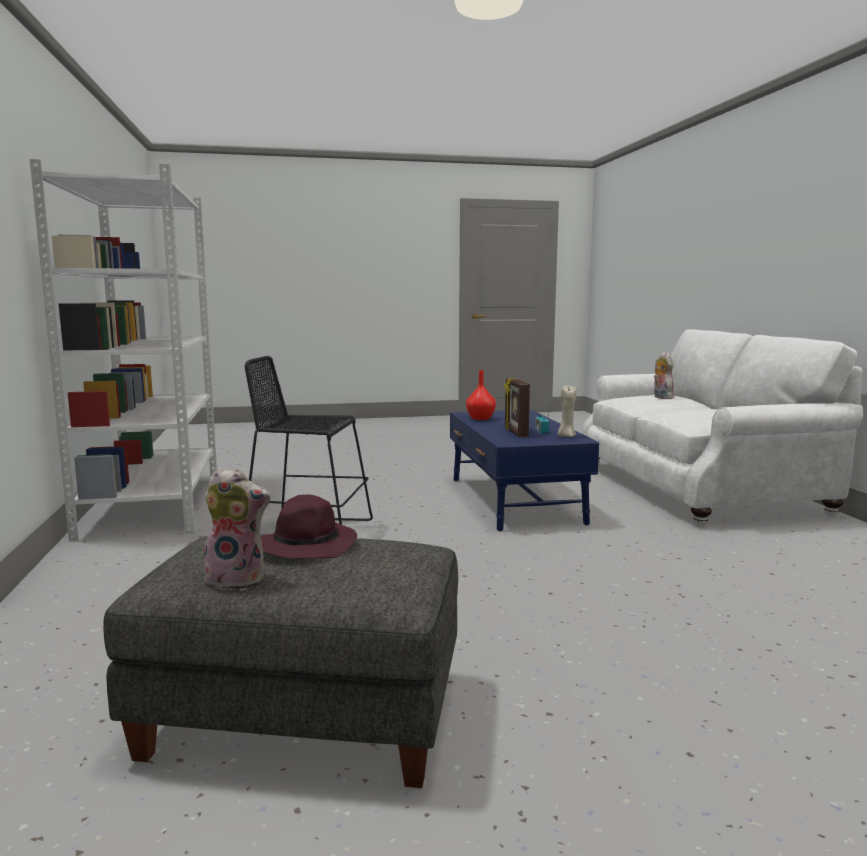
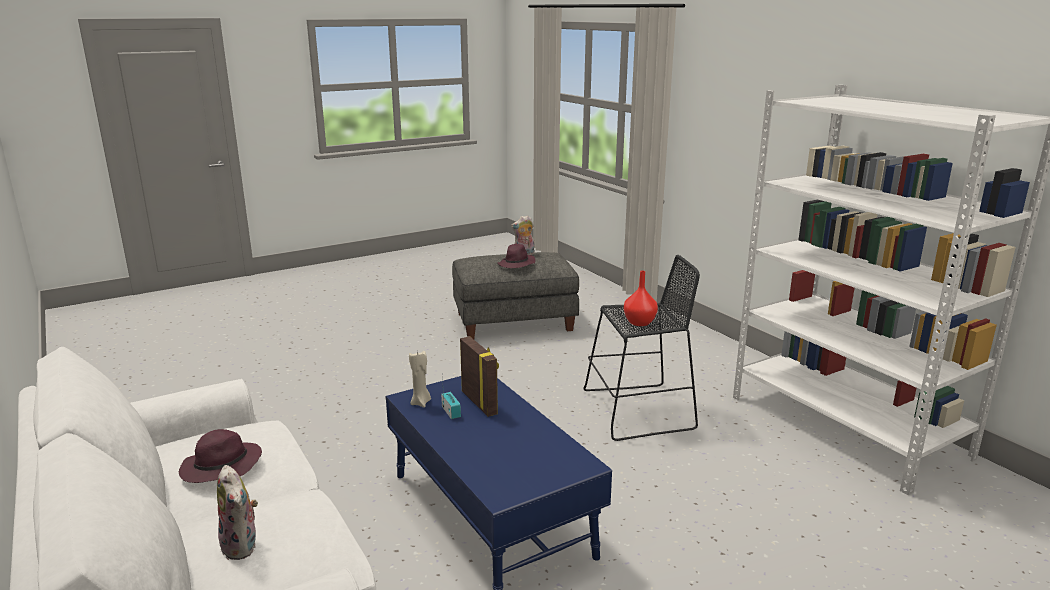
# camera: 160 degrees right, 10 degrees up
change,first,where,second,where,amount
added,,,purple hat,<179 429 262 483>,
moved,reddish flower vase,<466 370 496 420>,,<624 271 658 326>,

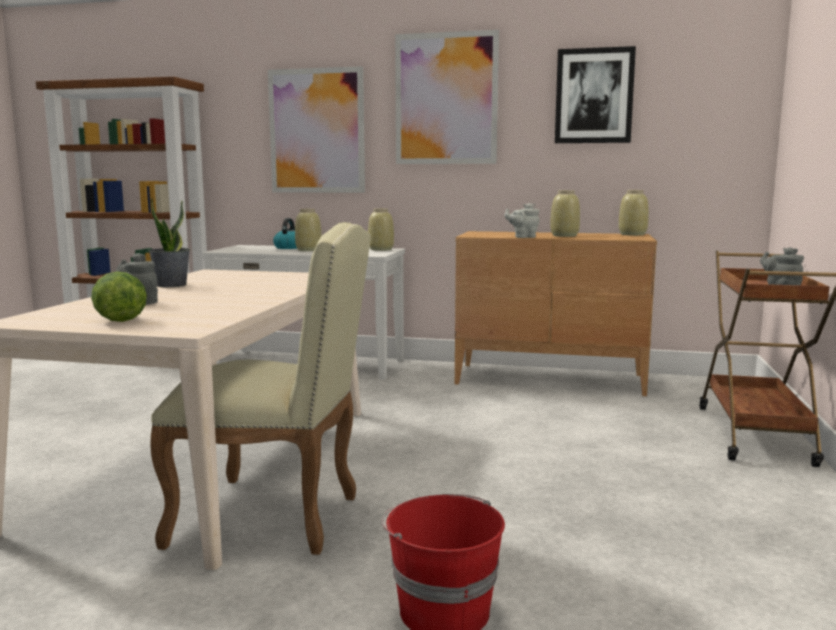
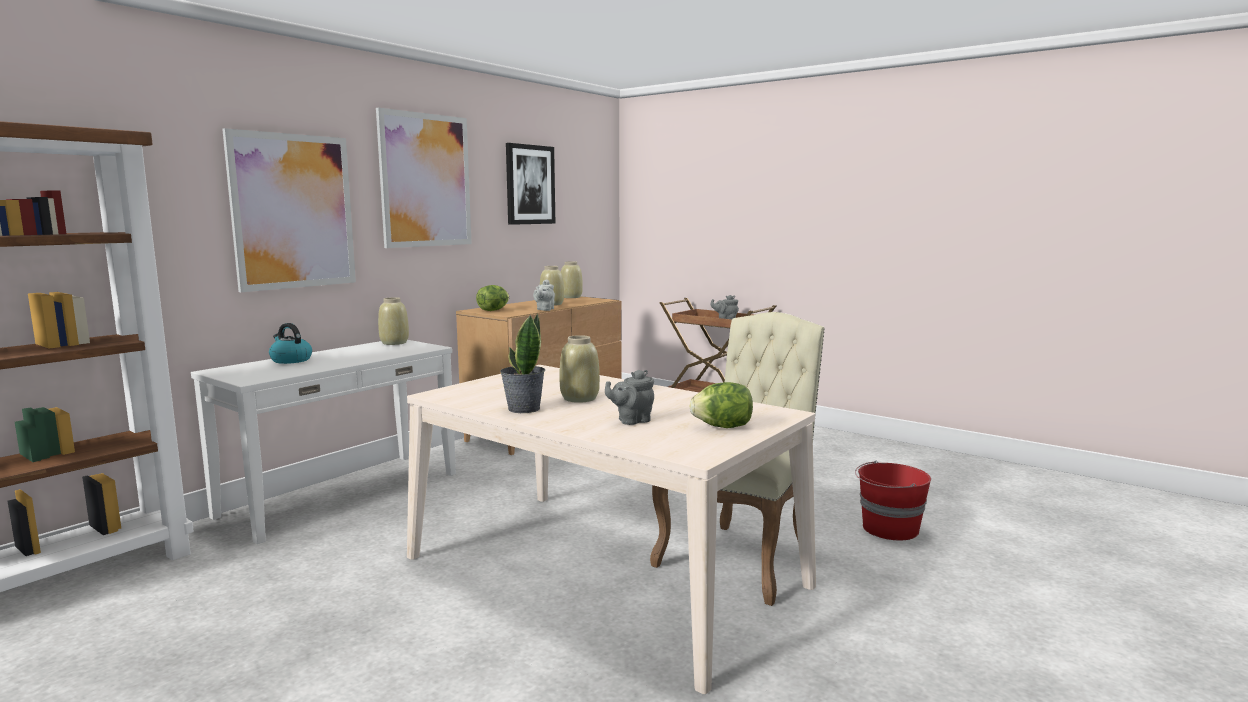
# camera: 65 degrees left, 0 degrees up
change,first,where,second,where,amount
added,,,lettuce,<476 285 509 311>,
moved,sand-coloured flower vase,<295 209 322 251>,,<559 335 600 403>,

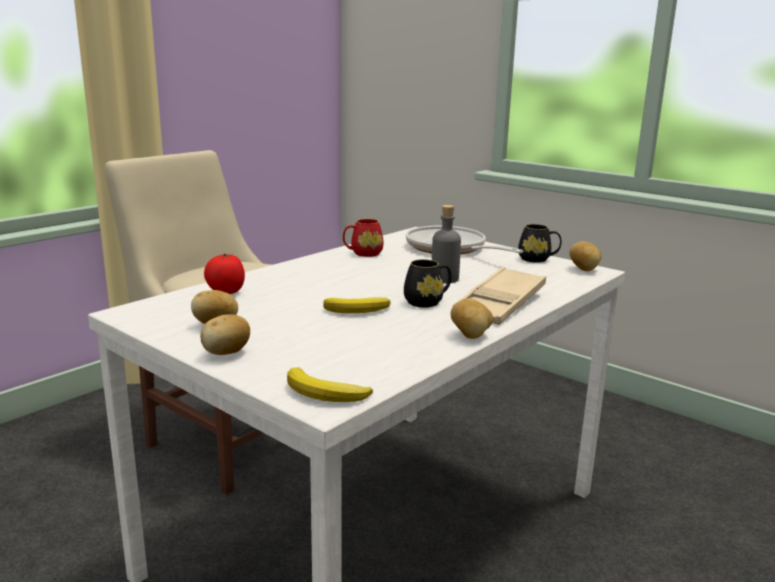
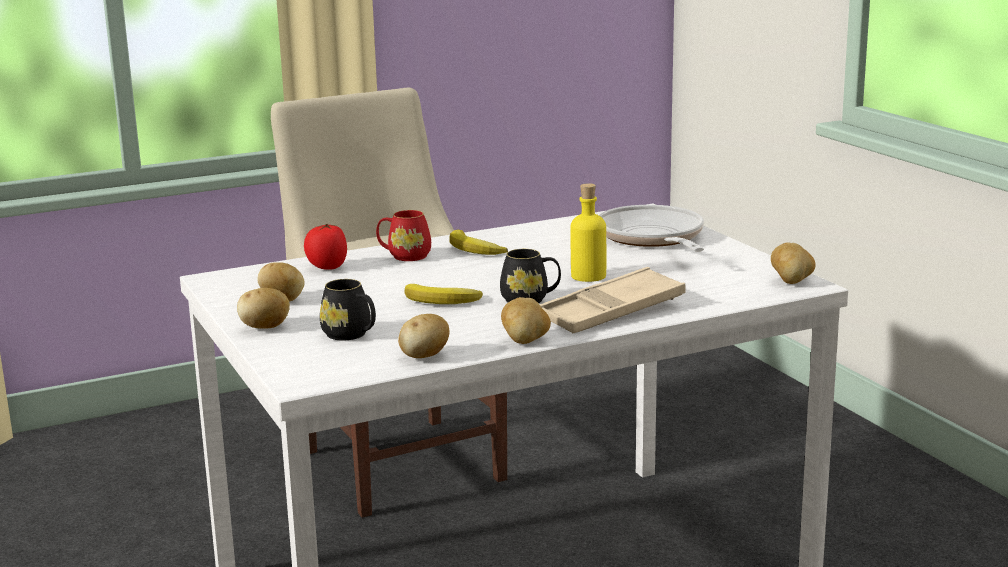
# camera: 25 degrees right, 0 degrees up
change,first,where,second,where,amount
moved,black mug,<518 224 561 263>,,<320 279 376 341>,
moved,reddish mug,<343 219 383 257>,,<376 210 431 261>,
added,,,spud,<398 314 450 358>,
moved,whole banana,<287 367 373 402>,,<449 230 508 255>,
recoloured,gray bottle,<432 205 461 283>,yellow-coloured bottle,<570 183 606 282>,

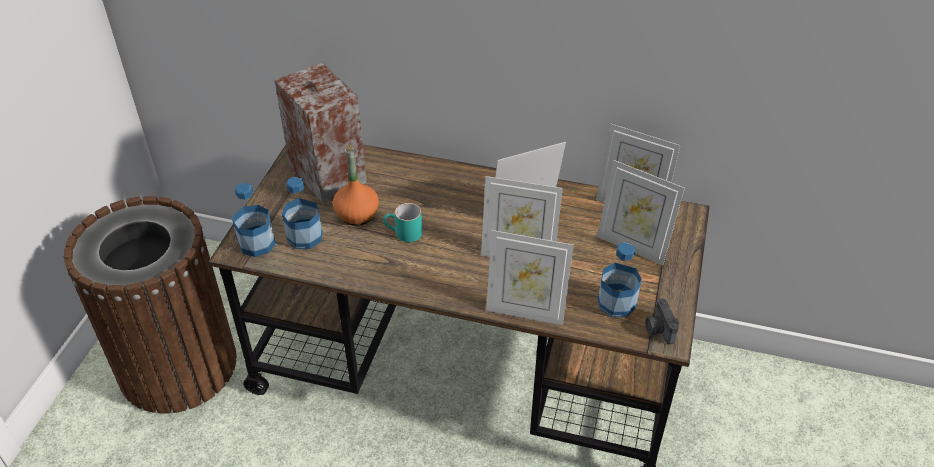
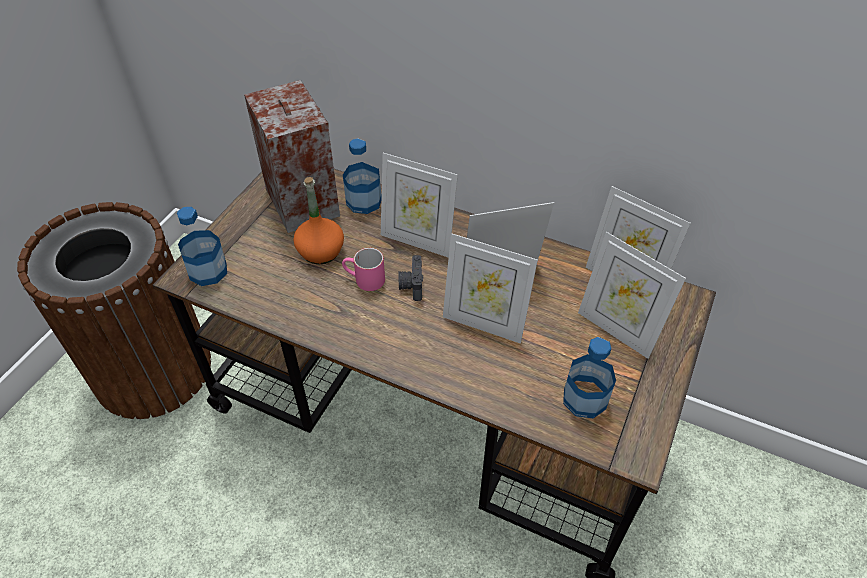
# camera: 10 degrees right, 5 degrees up
change,first,where,second,where,amount
recoloured,turquoise-coloured mug,<383 203 422 242>,pink-coloured mug,<342 248 385 291>,
moved,bottle,<282 177 323 249>,,<343 138 382 214>,
moved,photo frame,<486 230 574 325>,,<381 153 458 258>,
moved,photo camera,<645 298 679 344>,,<399 255 423 301>,

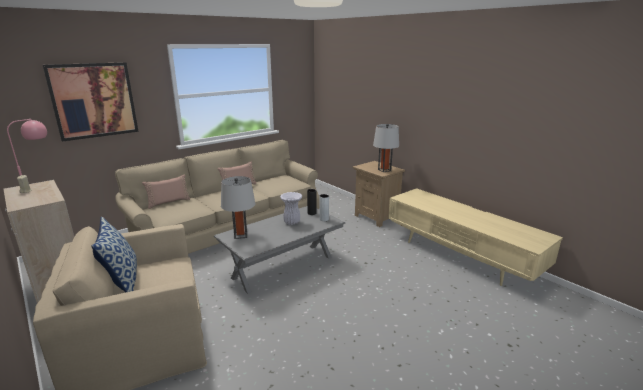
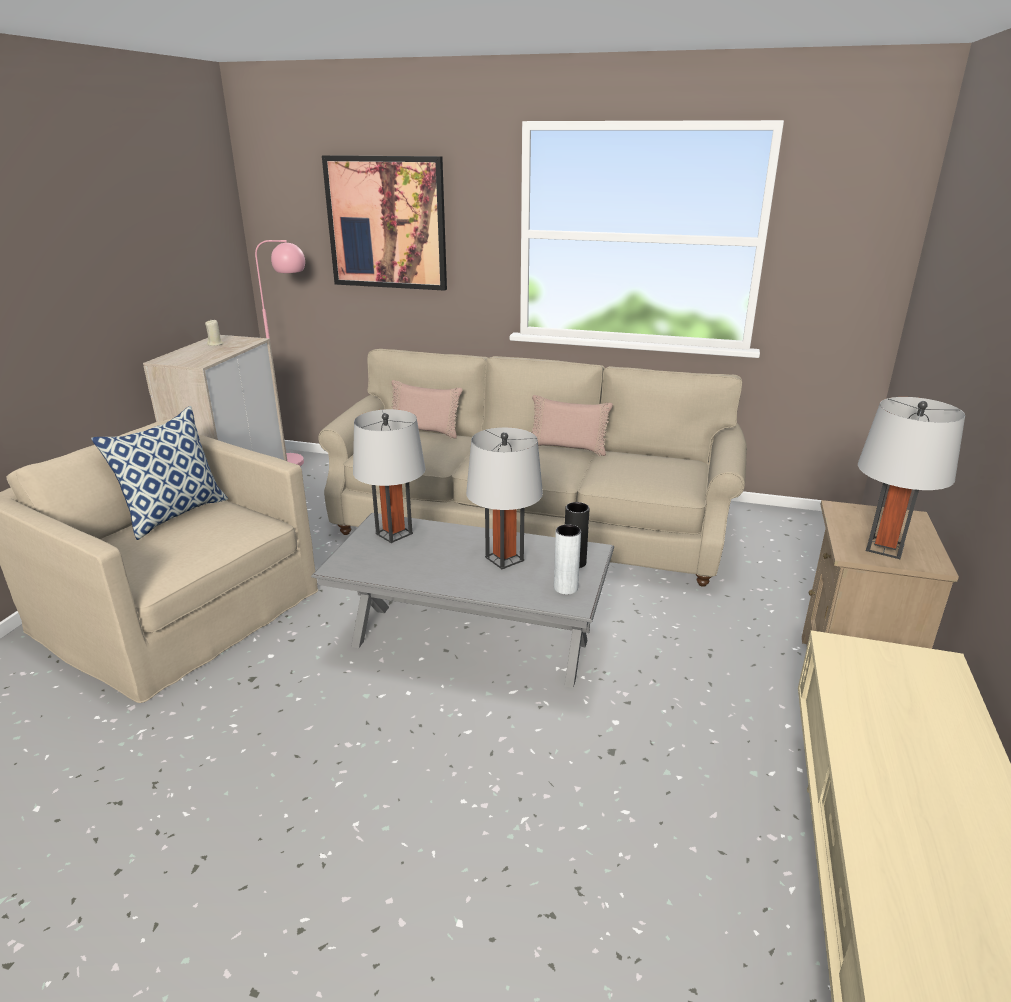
# camera: 55 degrees right, 5 degrees up
change,first,where,second,where,amount
replaced,whitish flower vase,<280 192 302 225>,gray lamp for a table,<466 427 543 569>,

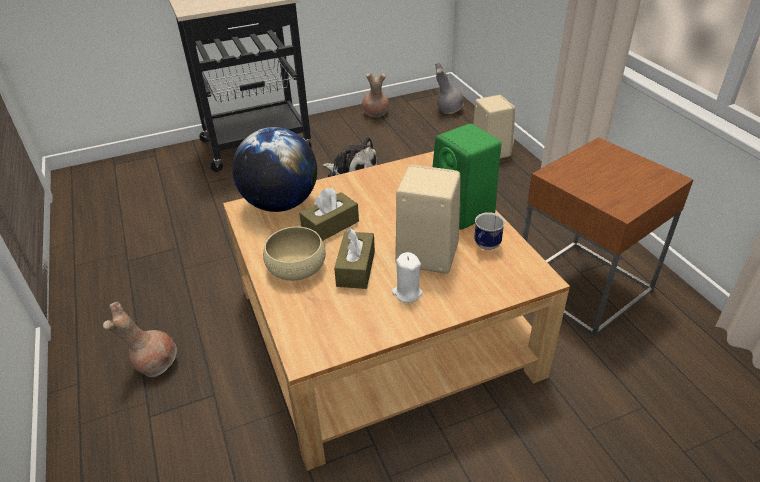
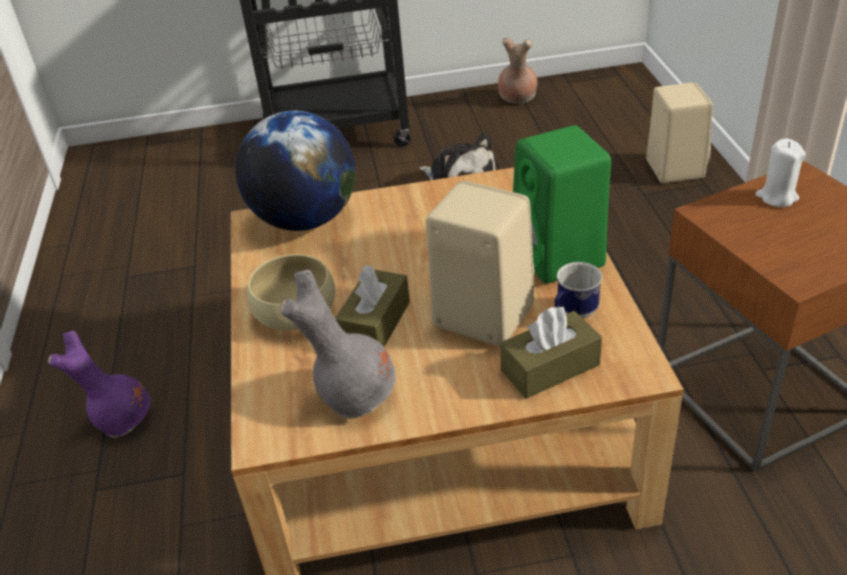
# camera: 15 degrees right, 0 degrees up
change,first,where,second,where,amount
recoloured,brown flower vase,<103 302 177 377>,purple flower vase,<48 331 151 438>,
moved,gray flower vase,<435 63 464 114>,,<280 270 396 419>,
moved,brown box of tissues,<299 188 359 241>,,<500 307 602 399>,
moved,whitish wax light,<392 252 423 303>,,<755 139 806 207>,

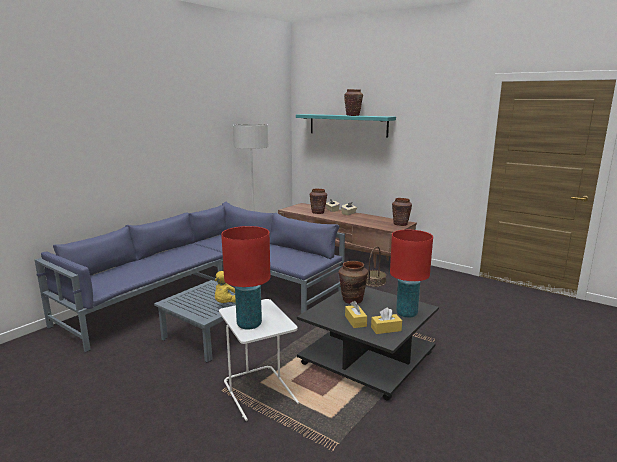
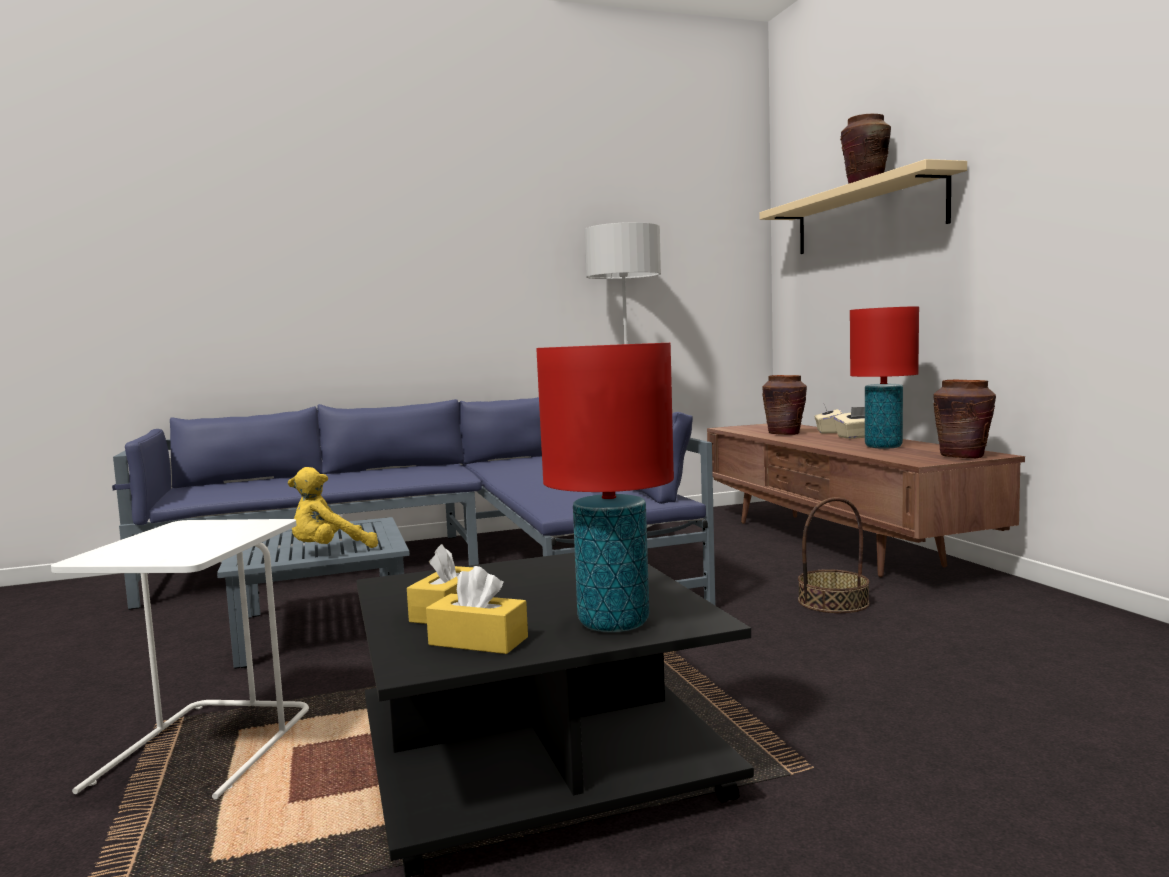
# camera: 35 degrees right, 10 degrees down
change,first,where,second,where,amount
recoloured,turquoise-coloured shelf,<296 114 396 138>,sand-coloured shelf,<759 159 967 254>,
moved,reddish lamp for a table,<221 226 270 330>,,<850 306 919 449>,
removed,brown flower vase,<339 261 368 304>,,,

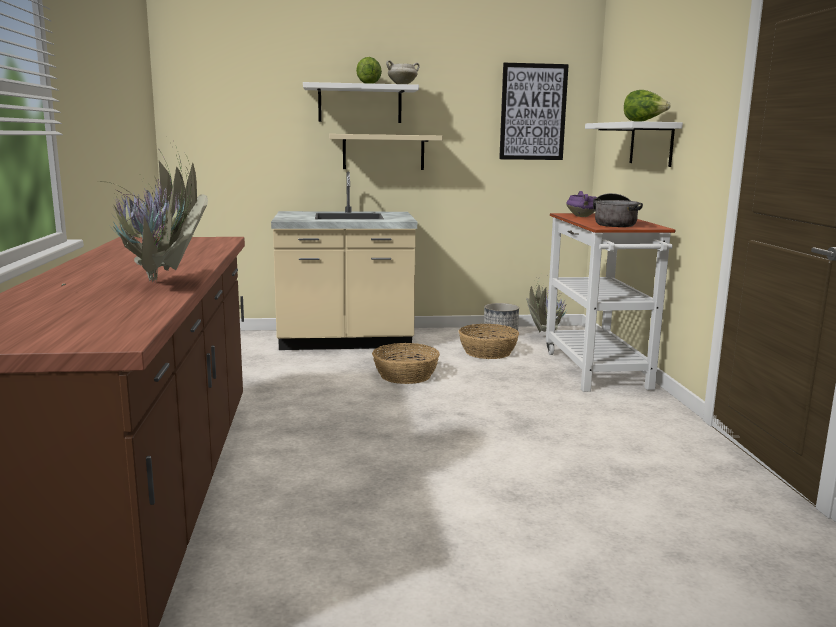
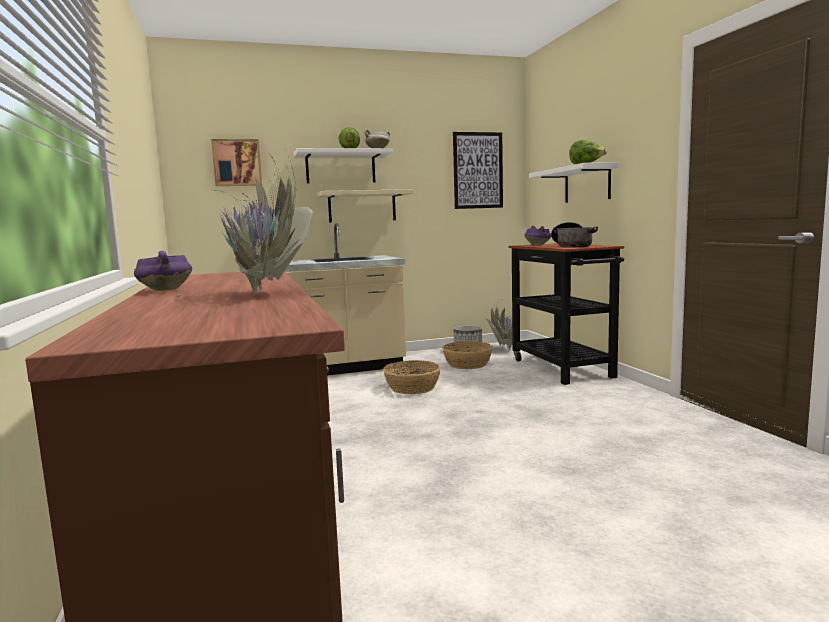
# camera: 10 degrees left, 5 degrees down
change,first,where,second,where,amount
added,,,purple saucepot,<134 251 192 291>,
added,,,wall picture,<211 139 262 186>,
recoloured,whitish wheeled cart,<546 213 676 392>,black wheeled cart,<508 243 624 385>,

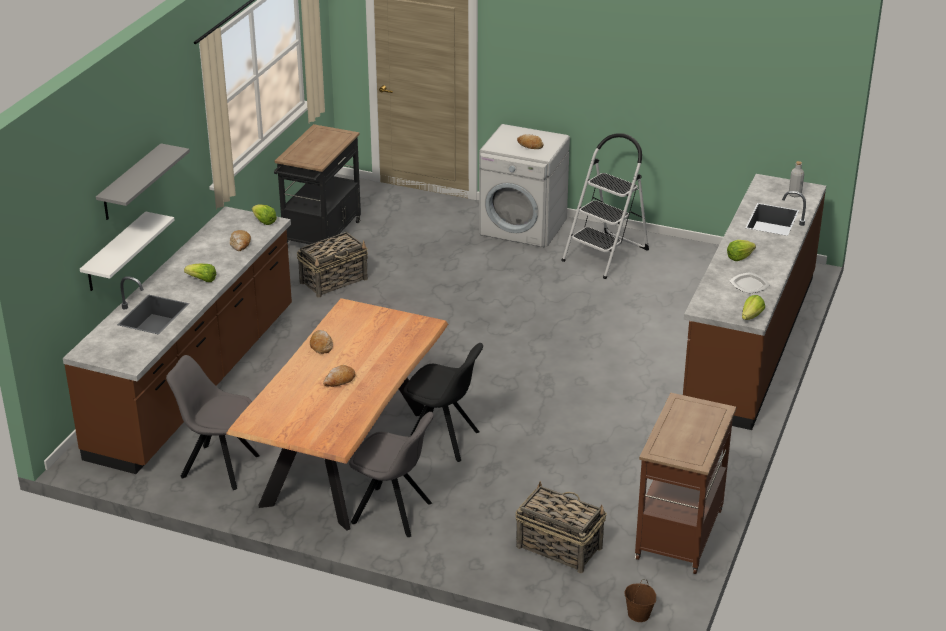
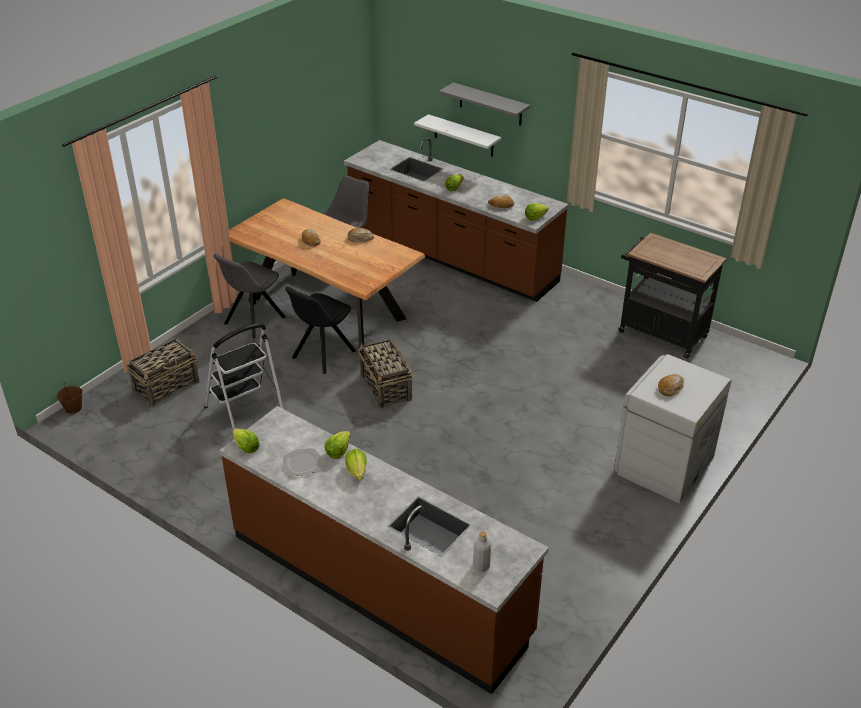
# camera: 105 degrees right, 5 degrees up
change,first,where,second,where,amount
moved,step stool,<561 133 649 279>,,<204 323 284 430>,
added,,,lettuce,<324 431 351 459>,
moved,storage basket,<297 232 368 298>,,<358 339 413 409>,
removed,brown wheeled cart,<635 393 736 574>,,,

